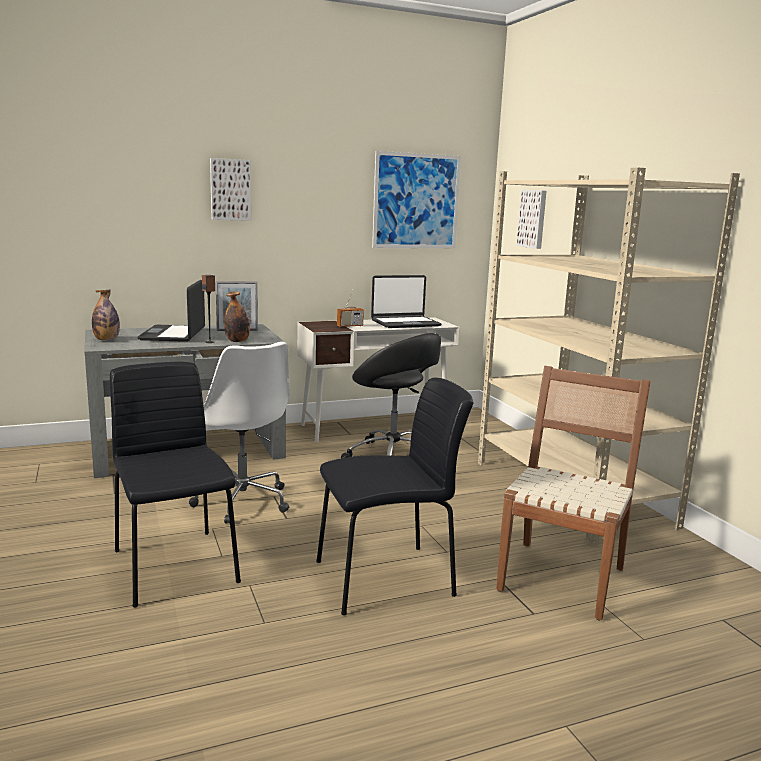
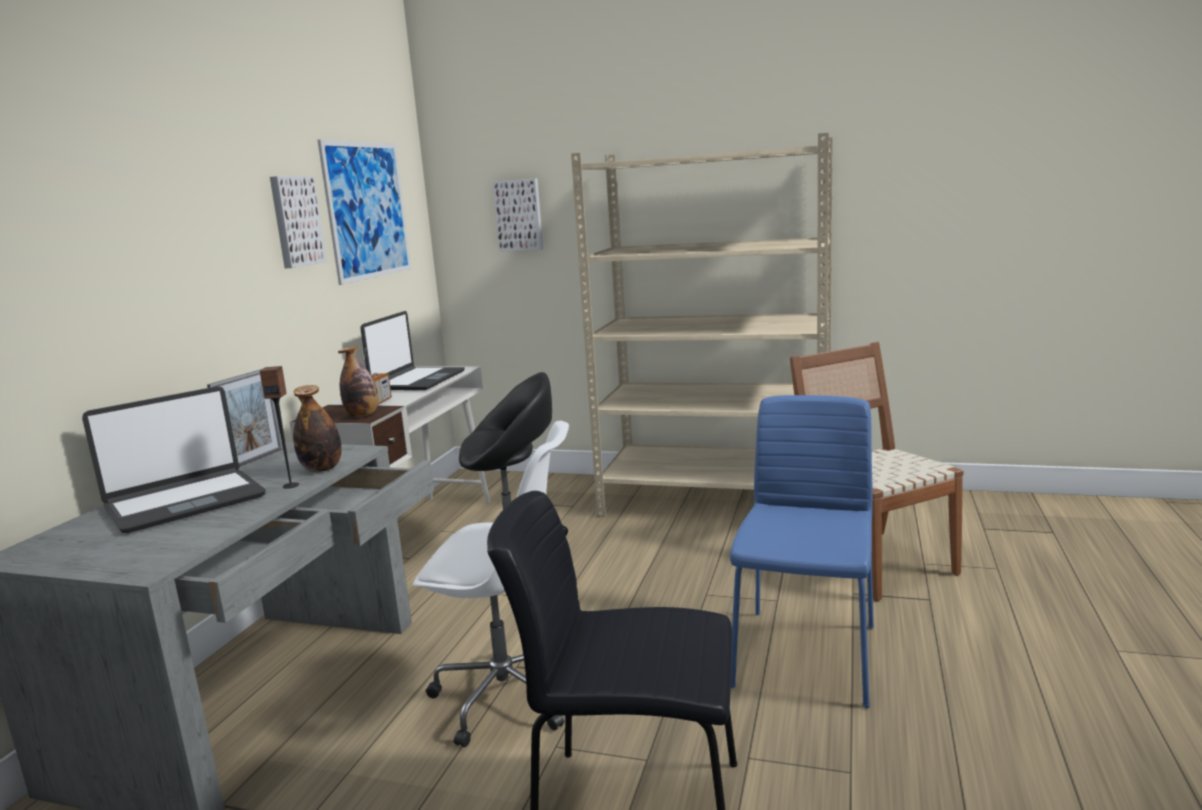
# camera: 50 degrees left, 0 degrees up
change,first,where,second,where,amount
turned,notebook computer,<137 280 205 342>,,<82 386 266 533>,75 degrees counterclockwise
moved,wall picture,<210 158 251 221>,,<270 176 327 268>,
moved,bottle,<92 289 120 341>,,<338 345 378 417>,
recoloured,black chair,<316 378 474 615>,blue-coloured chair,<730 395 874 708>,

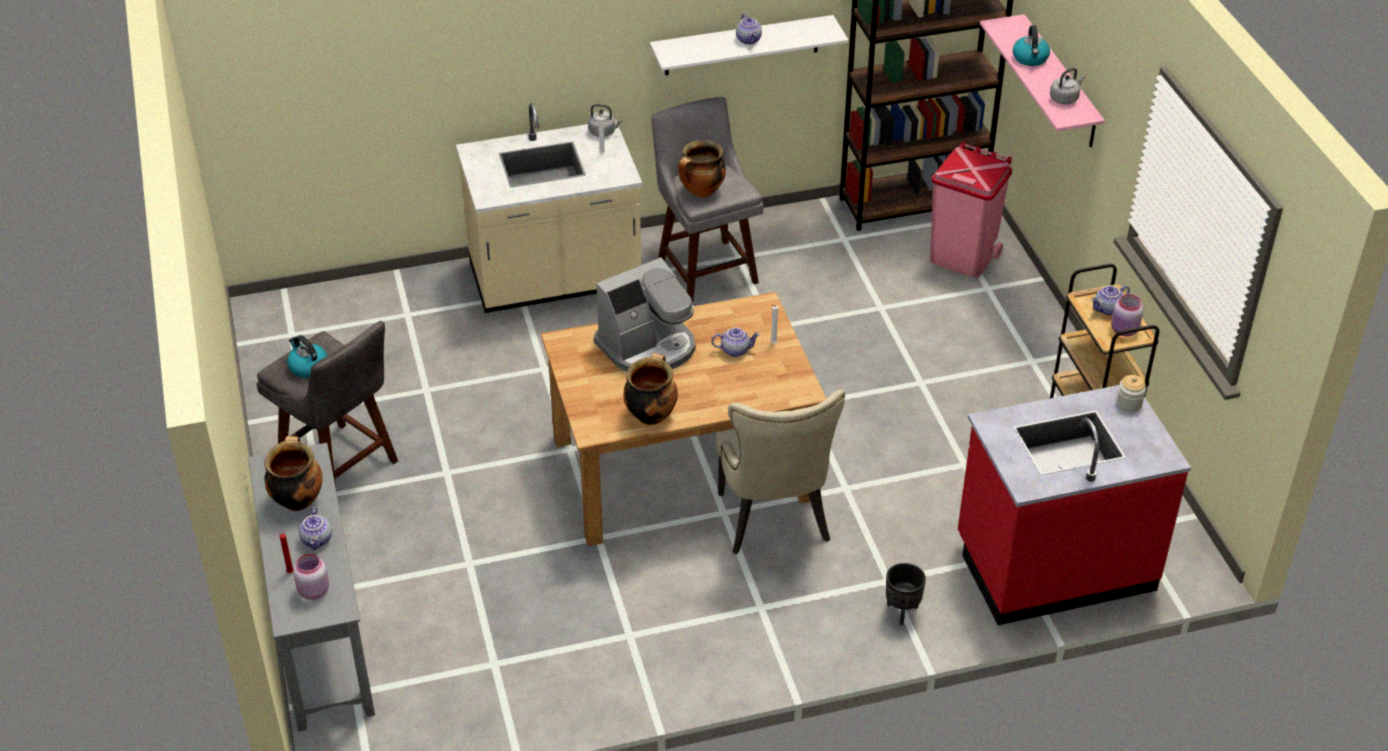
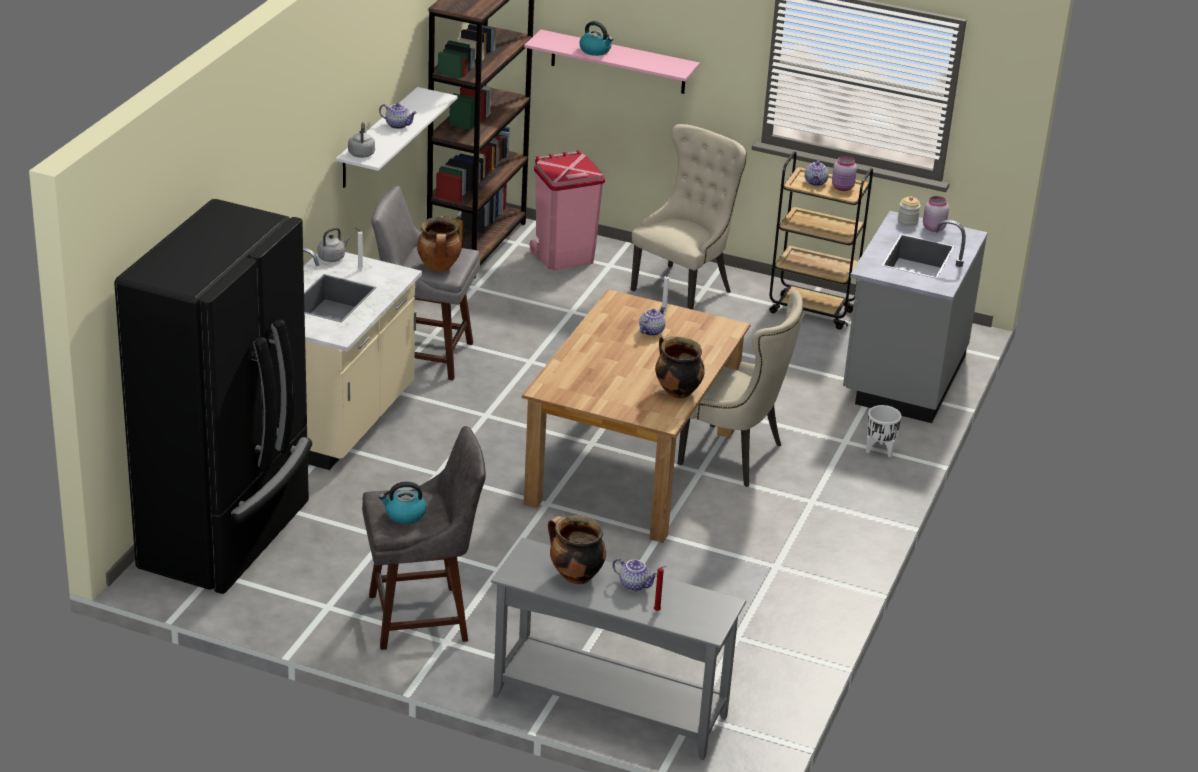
# camera: 55 degrees left, 10 degrees down
change,first,where,second,where,amount
added,,,black refrigerator,<114 199 312 594>,
moved,gray kettle,<1050 68 1085 105>,,<348 122 375 158>,
added,,,sand-coloured chair,<631 124 747 310>,
recoloured,reddish kitchen counter,<958 385 1191 625>,gray kitchen counter,<843 211 988 423>,
recoloured,black planter,<886 563 926 625>,whitish planter,<866 405 901 457>,
moved,pink-coloured jar,<293 554 329 600>,,<923 196 949 232>,
removed,coffee brewer,<594 257 695 372>,,,

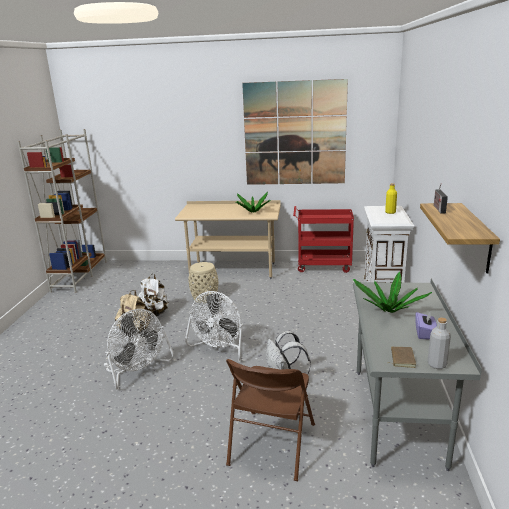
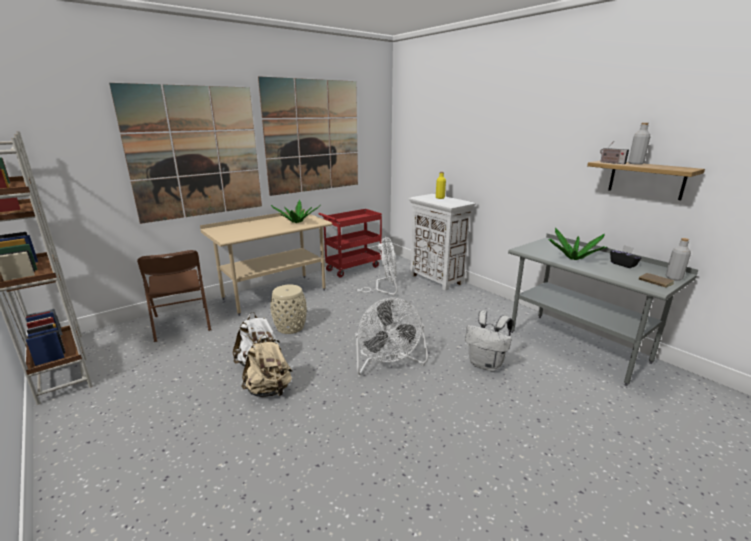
# camera: 45 degrees left, 0 degrees up
change,first,where,second,where,amount
added,,,wall picture,<109 83 262 224>,
moved,brown chair,<226 359 315 481>,,<137 250 211 342>,
moved,whitish electric fan,<104 309 174 392>,,<356 237 398 296>,
recoloured,purple box of tissues,<416 312 437 340>,black box of tissues,<610 245 642 268>,
added,,,gray bottle,<628 123 650 165>,

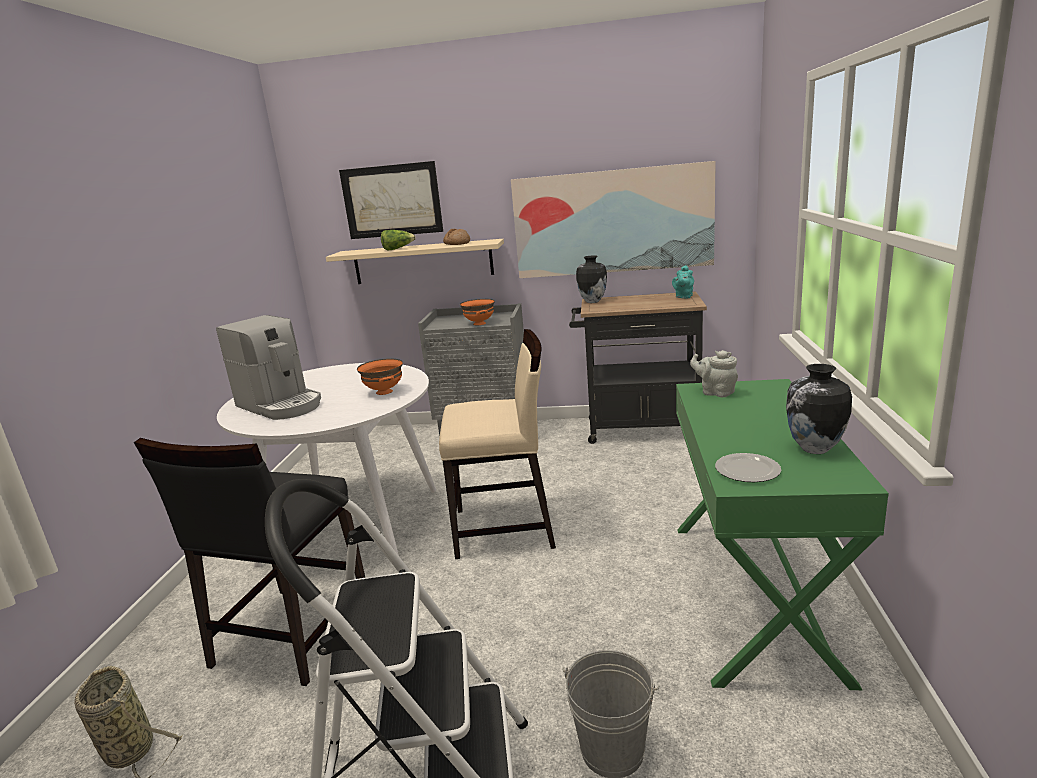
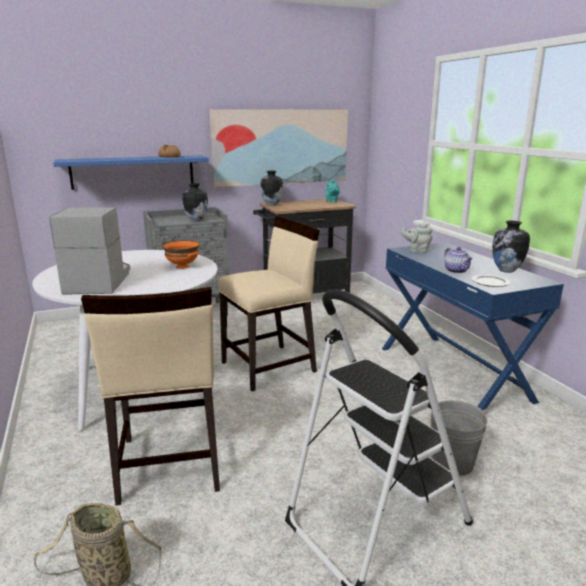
# camera: 30 degrees left, 0 degrees up
change,first,where,second,where,amount
turned,coffee brewer,<216 315 321 420>,,<49 207 130 295>,105 degrees counterclockwise
recoloured,sand-coloured shelf,<326 239 504 284>,blue-coloured shelf,<53 155 209 190>,
recoloured,black chair,<134 438 365 686>,sand-coloured chair,<81 287 220 506>,
replaced,orange bowl,<460 299 495 325>,flower vase,<182 183 208 222>,
recoloured,green-coloured hall table,<676 379 889 690>,blue-coloured hall table,<382 242 564 410>,
added,,,pot for tea,<444 247 473 273>,
removed,wall picture,<339 161 443 239>,,,
removed,lettuce,<381 230 416 251>,,,

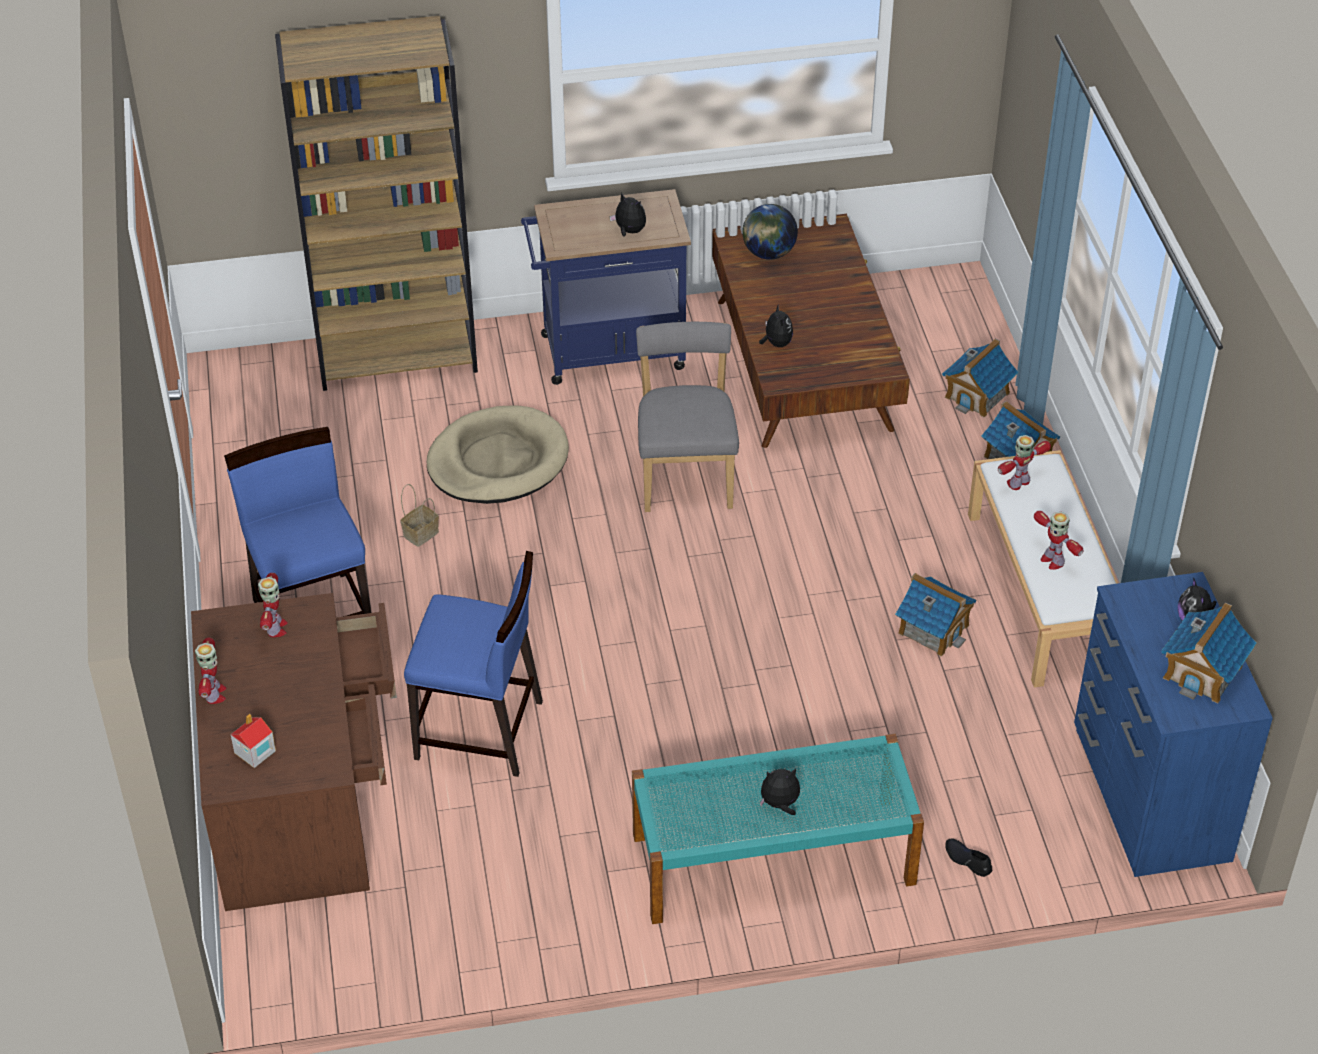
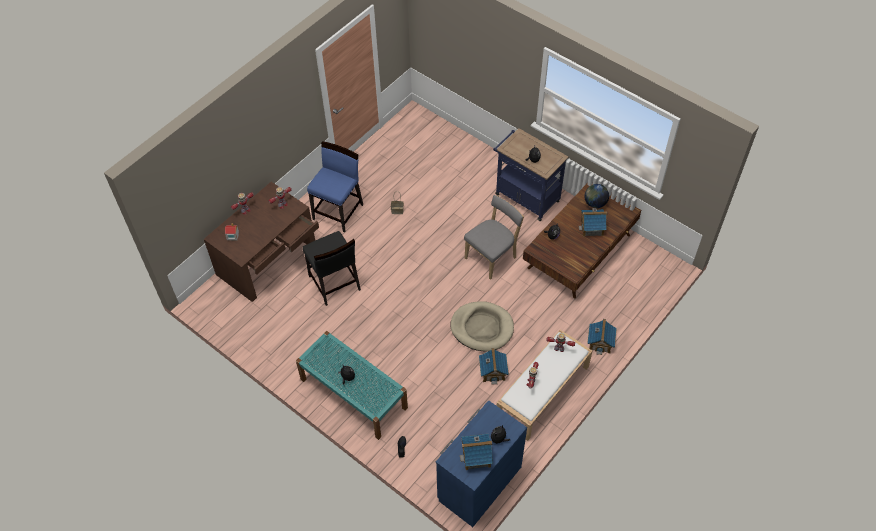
# camera: 50 degrees right, 10 degrees up
change,first,where,second,where,amount
recoloured,blue-coloured chair,<404 551 543 777>,black chair,<302 231 361 306>,
moved,sand-coloured pet bed,<427 405 569 504>,,<450 301 514 351>,
moved,toy house,<942 339 1019 418>,,<578 208 607 237>,
removed,brown bookshelf,<275 16 478 391>,,,

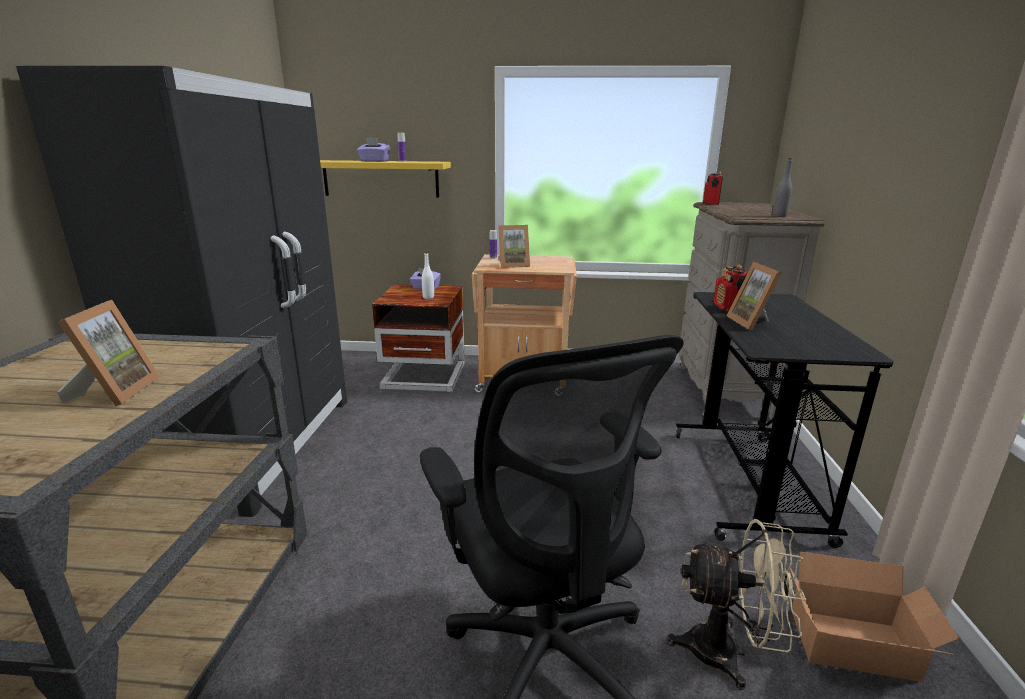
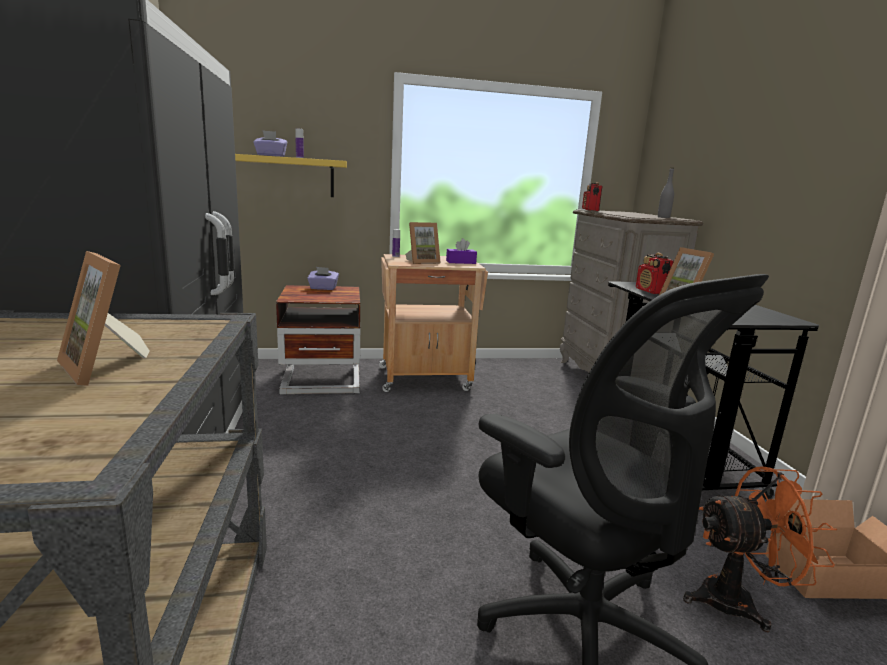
# camera: 15 degrees left, 5 degrees down
change,first,where,second,where,amount
turned,photo frame,<57 300 161 406>,,<57 251 150 386>,150 degrees clockwise
added,,,purple box of tissues,<446 238 477 264>,
recoloured,sand-coloured electric fan,<667 519 807 690>,orange electric fan,<683 467 837 632>,
removed,whitish bottle,<422 252 434 299>,,,

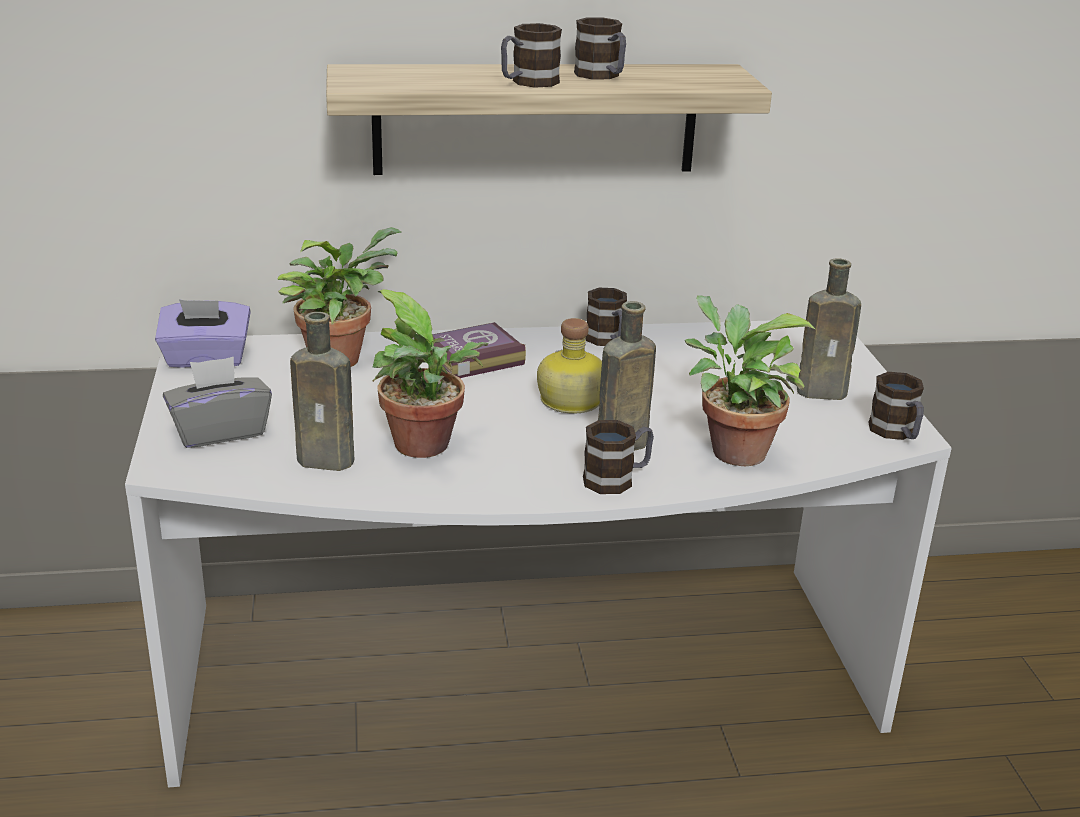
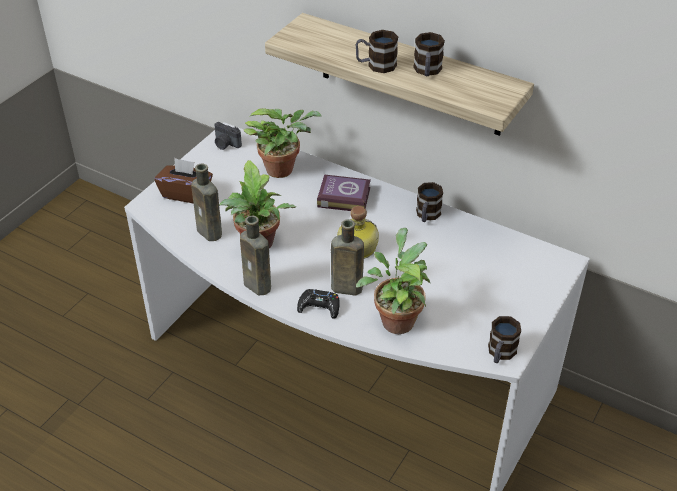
# camera: 40 degrees right, 15 degrees up
change,first,where,second,where,amount
recoloured,gray box of tissues,<163 357 272 448>,brown box of tissues,<155 158 213 204>,
replaced,purple box of tissues,<155 300 251 368>,photo camera,<214 122 242 150>,
moved,brown bottle,<797 258 861 400>,,<240 216 271 295>,
replaced,mug,<583 420 654 494>,black game controller,<297 289 340 318>,

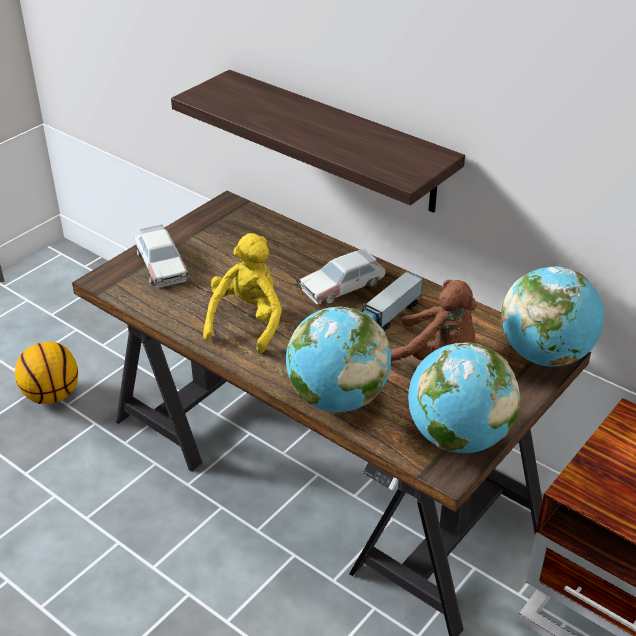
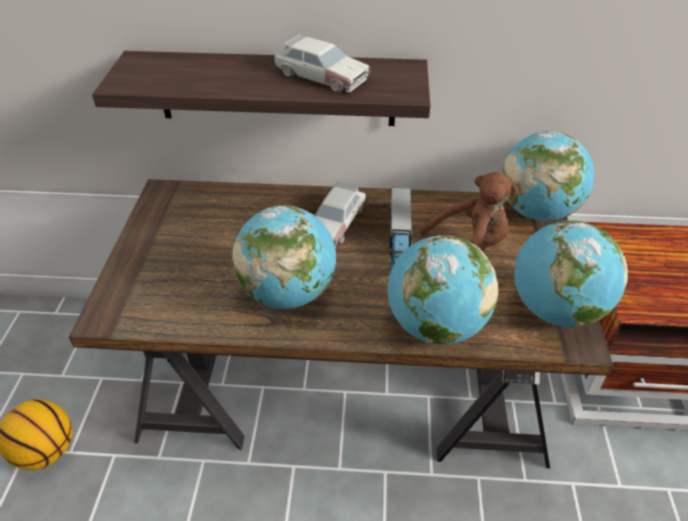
# camera: 35 degrees left, 5 degrees up
change,first,where,second,where,amount
replaced,yellow-coloured cuddly toy,<203 233 282 353>,world globe,<232 205 336 309>,
moved,model car,<135 225 189 288>,,<275 34 371 92>,

